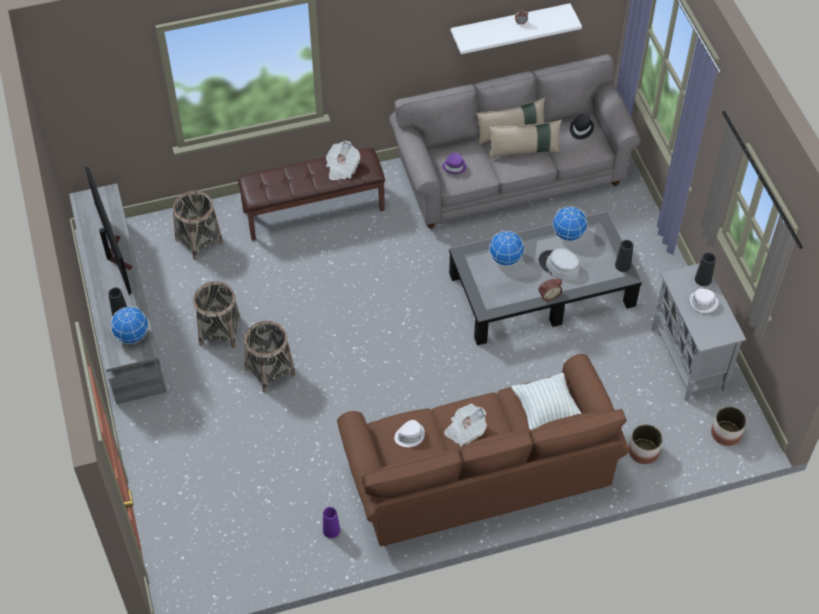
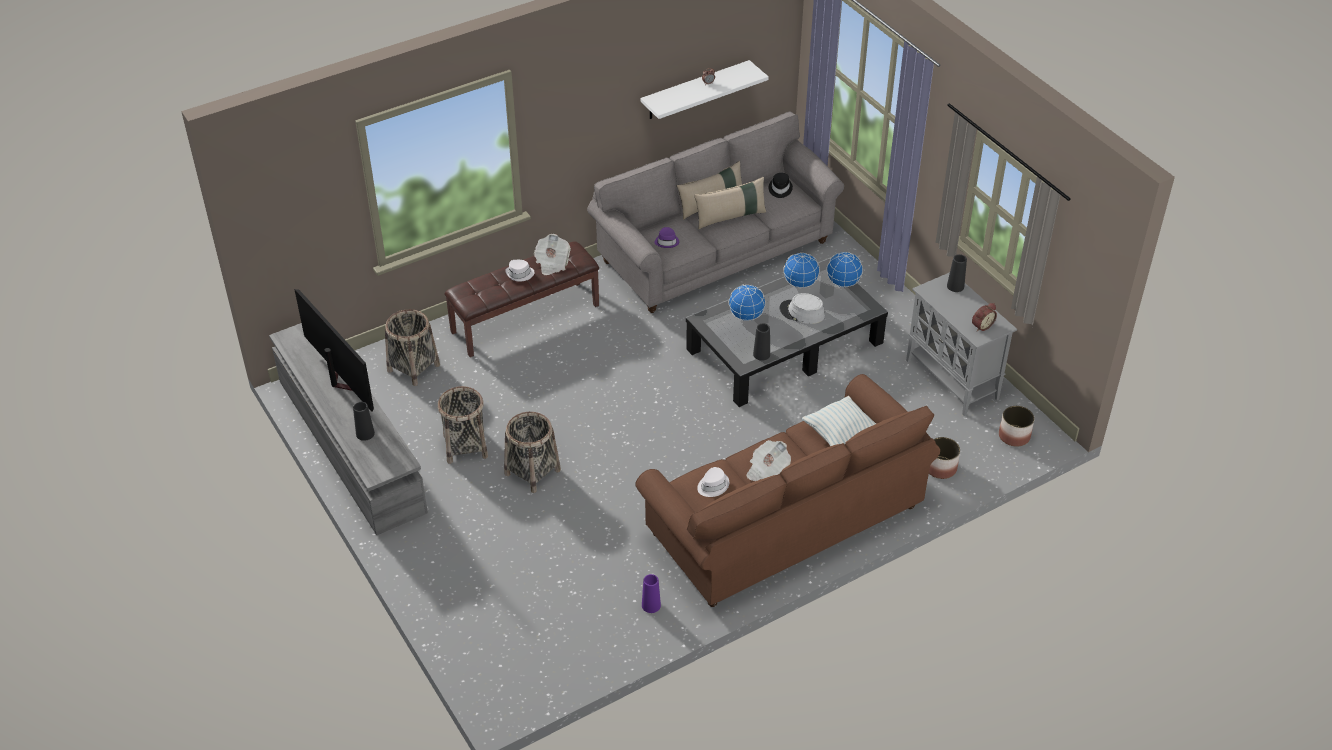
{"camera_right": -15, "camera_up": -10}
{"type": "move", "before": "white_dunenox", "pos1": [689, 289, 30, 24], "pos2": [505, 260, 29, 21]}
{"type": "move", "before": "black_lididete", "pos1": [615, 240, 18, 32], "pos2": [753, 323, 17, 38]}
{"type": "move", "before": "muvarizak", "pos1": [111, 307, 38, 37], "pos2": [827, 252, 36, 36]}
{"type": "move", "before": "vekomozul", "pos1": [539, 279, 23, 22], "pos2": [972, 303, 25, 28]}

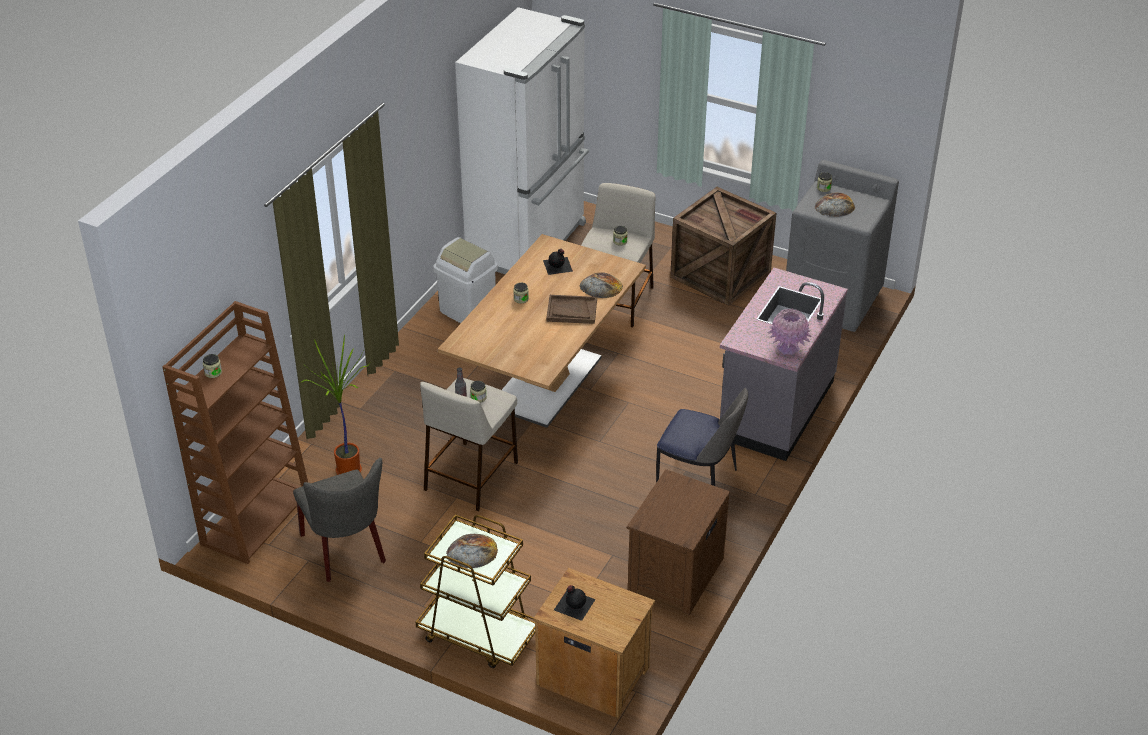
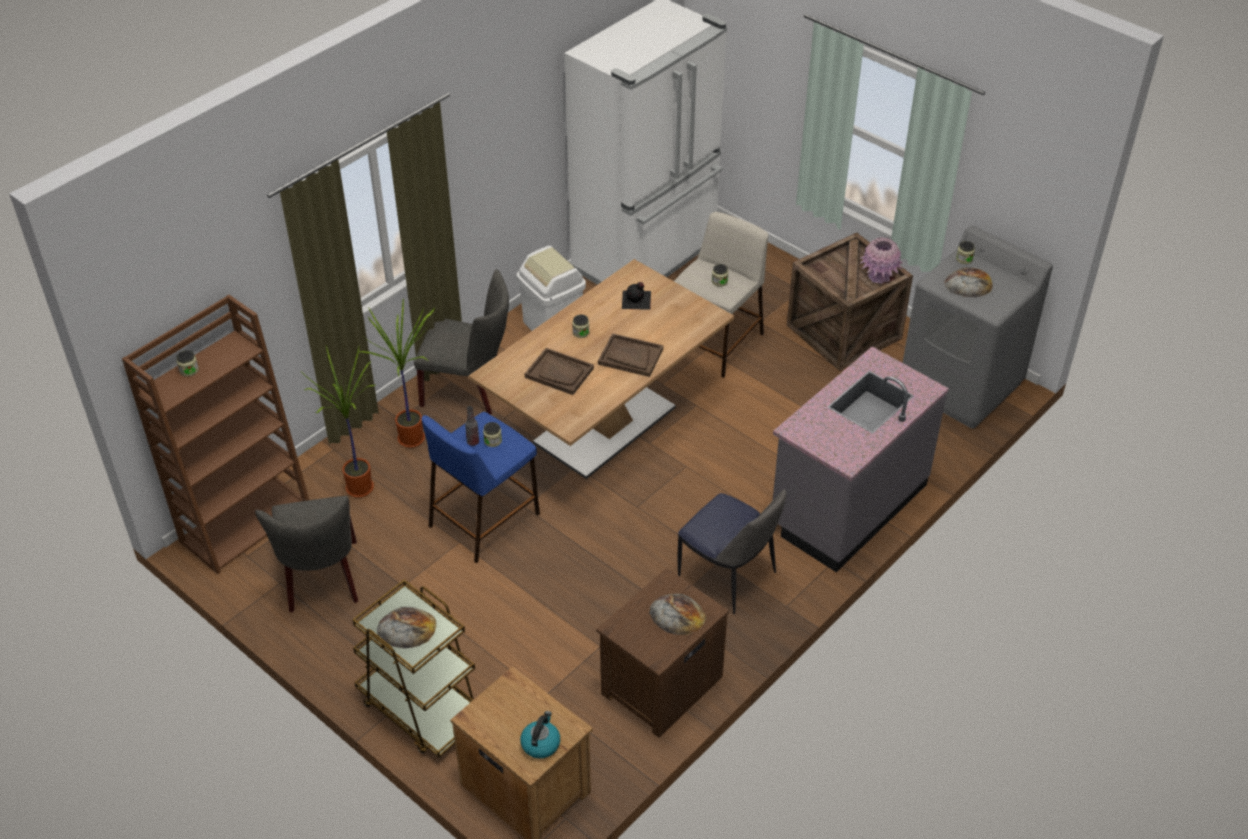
{"camera_right": 15, "camera_up": 5}
{"type": "insert", "after": "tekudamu", "pos2": [359, 299, 76, 149]}
{"type": "insert", "after": "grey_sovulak", "pos2": [414, 269, 95, 145]}
{"type": "recolor", "before": "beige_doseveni", "after": "blue_doseveni", "pos1": [420, 378, 98, 133], "pos2": [421, 412, 119, 151]}
{"type": "insert", "after": "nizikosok", "pos2": [520, 711, 40, 48]}
{"type": "insert", "after": "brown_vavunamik", "pos2": [525, 348, 69, 47]}
{"type": "move", "before": "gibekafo", "pos1": [580, 272, 43, 26], "pos2": [649, 594, 57, 41]}
{"type": "move", "before": "pink_lididete", "pos1": [767, 308, 45, 47], "pos2": [860, 237, 43, 47]}
{"type": "delete", "before": "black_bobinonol", "pos1": [554, 585, 42, 36]}

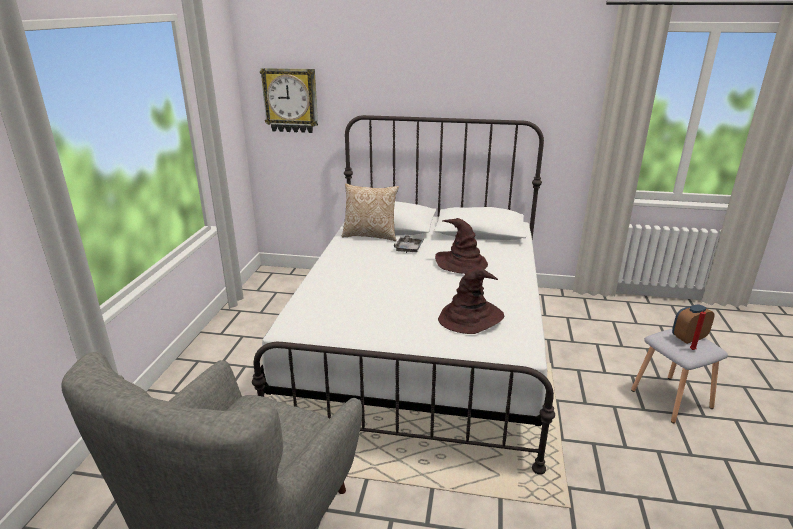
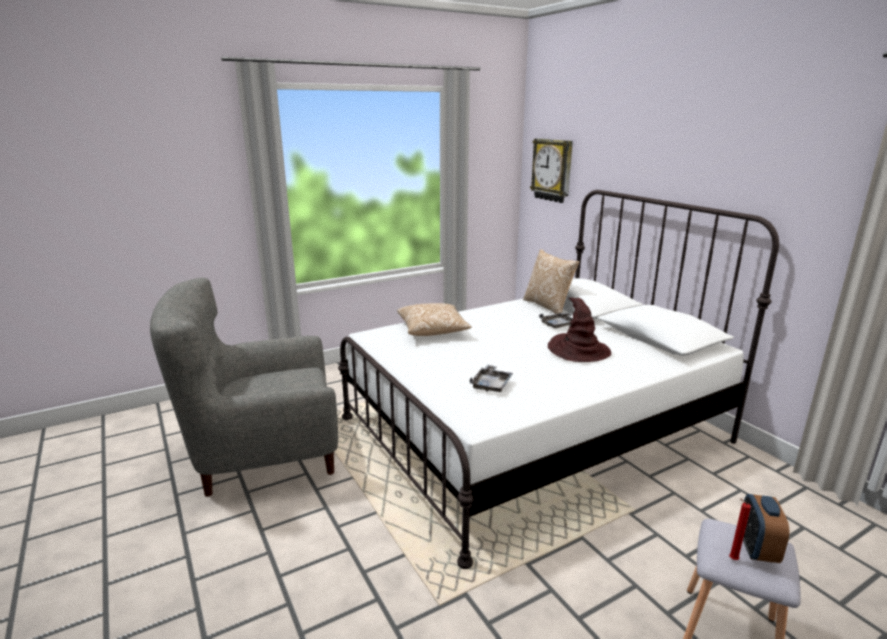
{"camera_right": 50, "camera_up": -5}
{"type": "insert", "after": "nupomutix", "pos2": [397, 303, 75, 33]}
{"type": "replace", "before": "brown_dunenox", "after": "grey_vavunamik", "pos1": [438, 267, 66, 67], "pos2": [470, 365, 43, 27]}
{"type": "rotate", "before": "vekomozul", "pos1": [672, 305, 43, 39], "pos2": [743, 494, 46, 69], "turn": -105}

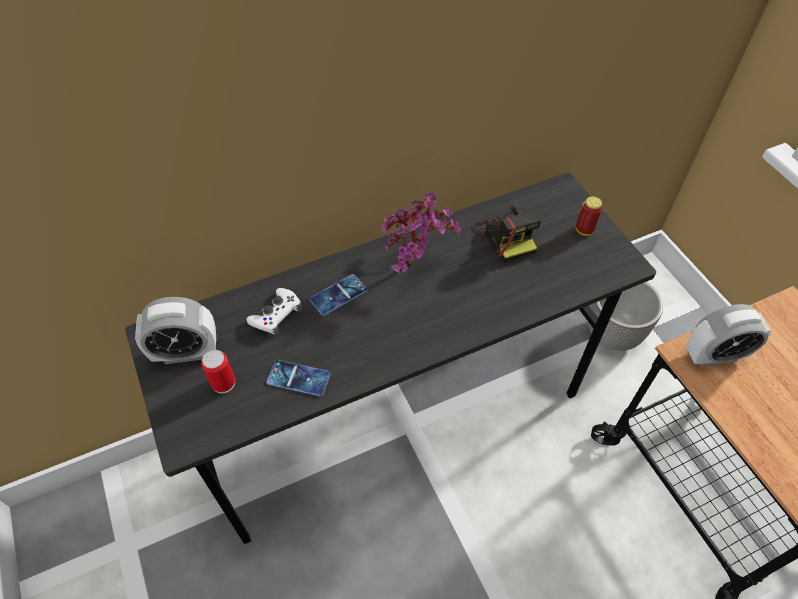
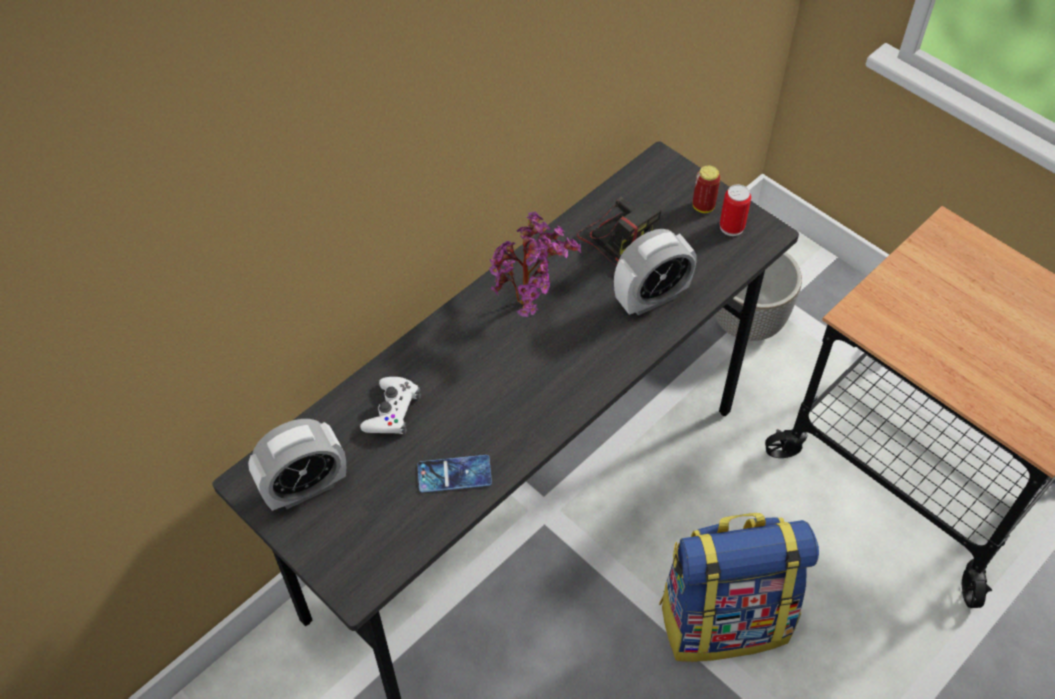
{"camera_right": -20, "camera_up": 0}
{"type": "move", "before": "vekomozul", "pos1": [686, 304, 85, 63], "pos2": [614, 229, 83, 87]}
{"type": "insert", "after": "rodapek", "pos2": [659, 513, 160, 149]}
{"type": "move", "before": "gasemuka", "pos1": [201, 350, 34, 44], "pos2": [720, 184, 31, 52]}
{"type": "delete", "before": "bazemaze", "pos1": [309, 274, 59, 42]}

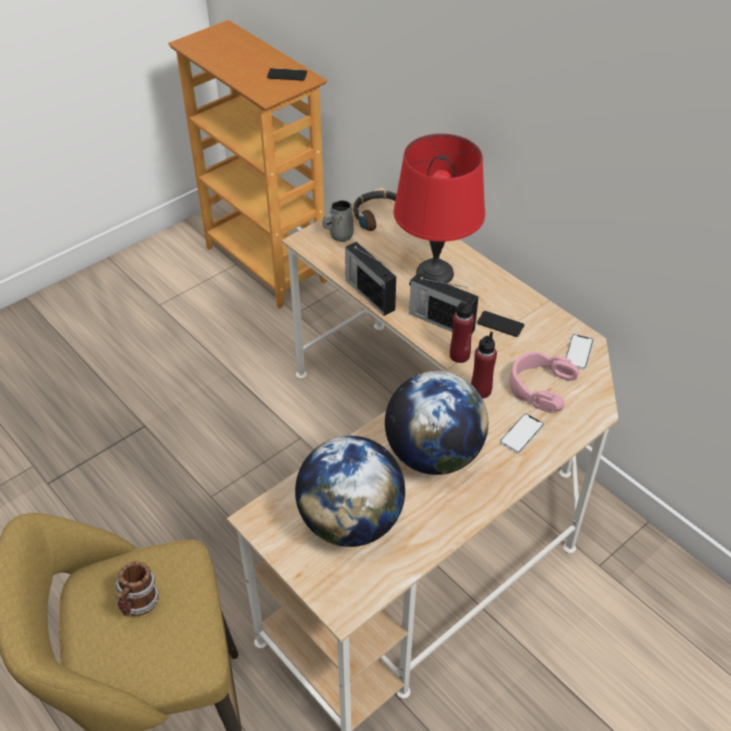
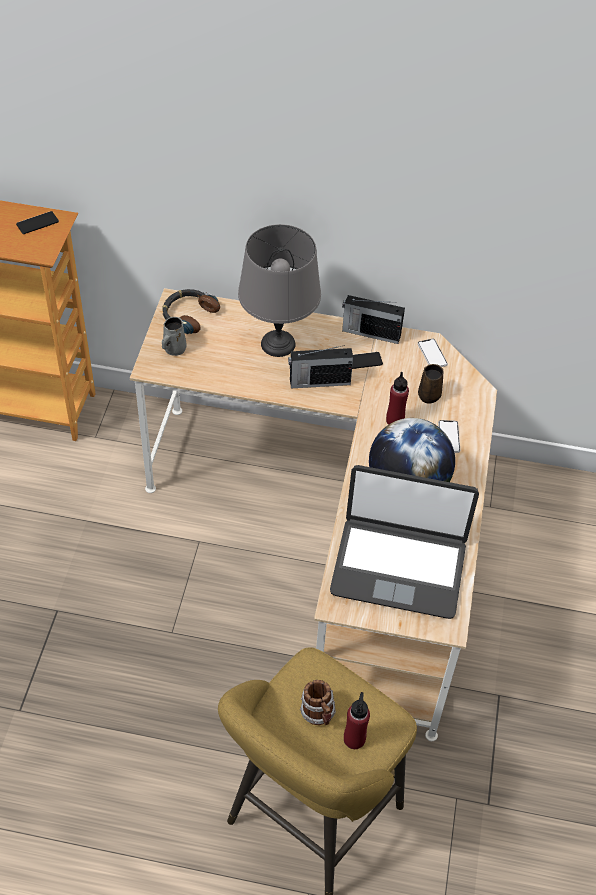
{"camera_right": -40, "camera_up": 5}
{"type": "recolor", "before": "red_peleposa", "after": "grey_peleposa", "pos1": [394, 133, 91, 150], "pos2": [238, 224, 83, 133]}
{"type": "replace", "before": "muvarizak", "after": "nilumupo", "pos1": [295, 436, 110, 111], "pos2": [330, 465, 149, 154]}
{"type": "move", "before": "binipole", "pos1": [345, 242, 51, 74], "pos2": [342, 295, 63, 49]}
{"type": "move", "before": "red_bobinonol", "pos1": [450, 295, 24, 68], "pos2": [344, 692, 26, 57]}
{"type": "replace", "before": "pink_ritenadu", "after": "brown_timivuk", "pos1": [510, 351, 70, 62], "pos2": [418, 364, 26, 40]}

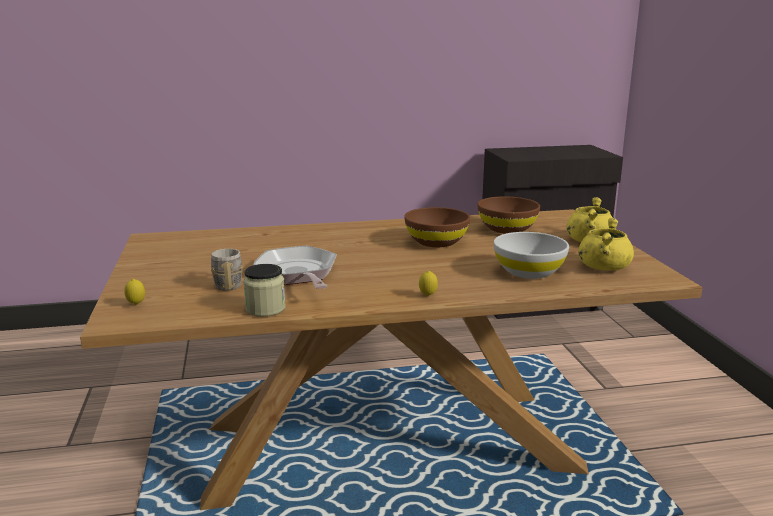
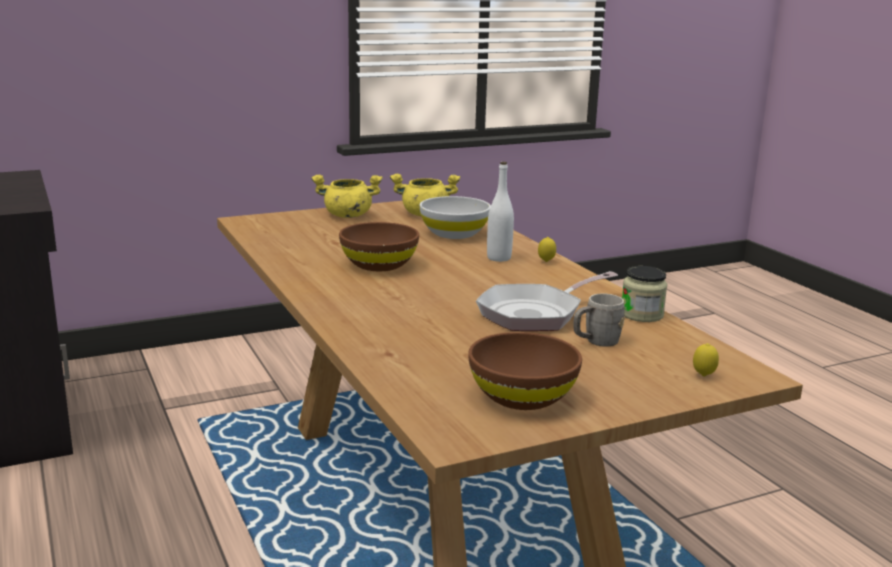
{"camera_right": -105, "camera_up": 0}
{"type": "move", "before": "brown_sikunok", "pos1": [478, 196, 62, 38], "pos2": [468, 332, 114, 78]}
{"type": "insert", "after": "white_bobinonol", "pos2": [487, 162, 27, 100]}

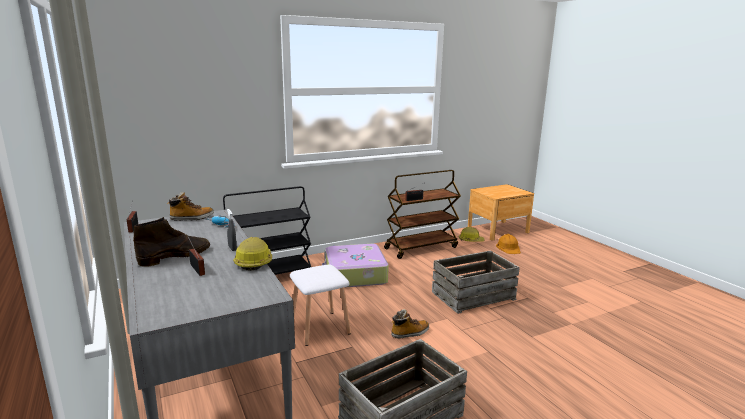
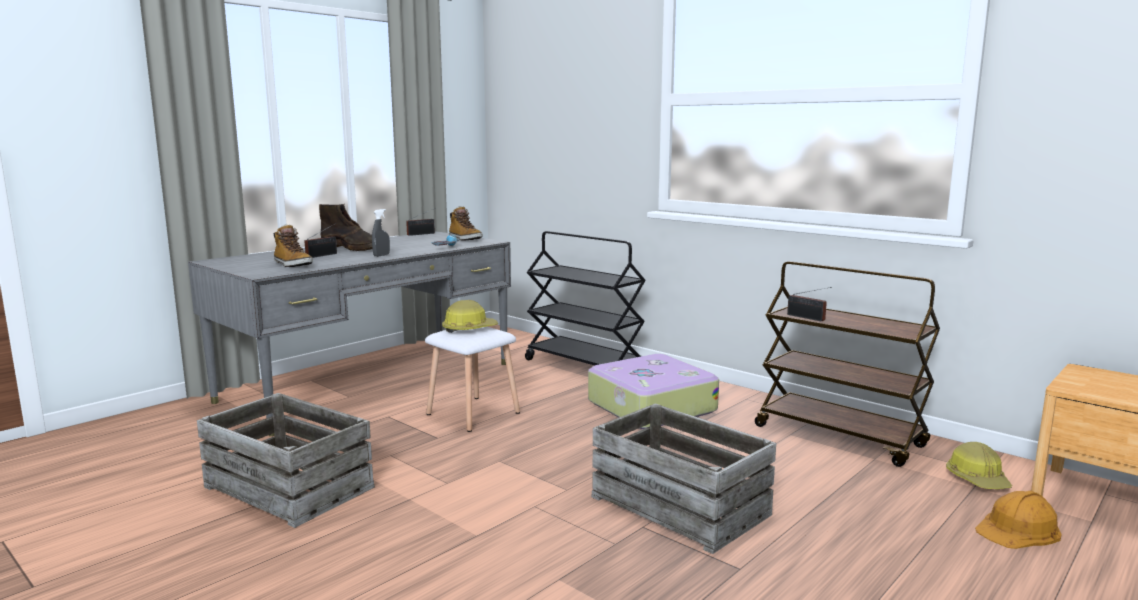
{"camera_right": 70, "camera_up": -5}
{"type": "move", "before": "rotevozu", "pos1": [391, 309, 38, 30], "pos2": [274, 225, 39, 42]}
{"type": "move", "before": "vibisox", "pos1": [233, 237, 39, 34], "pos2": [442, 300, 56, 33]}

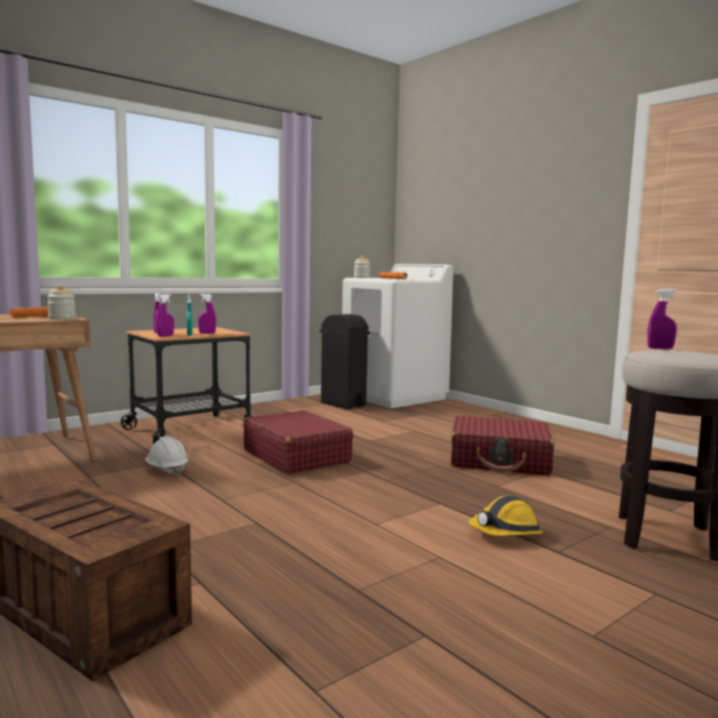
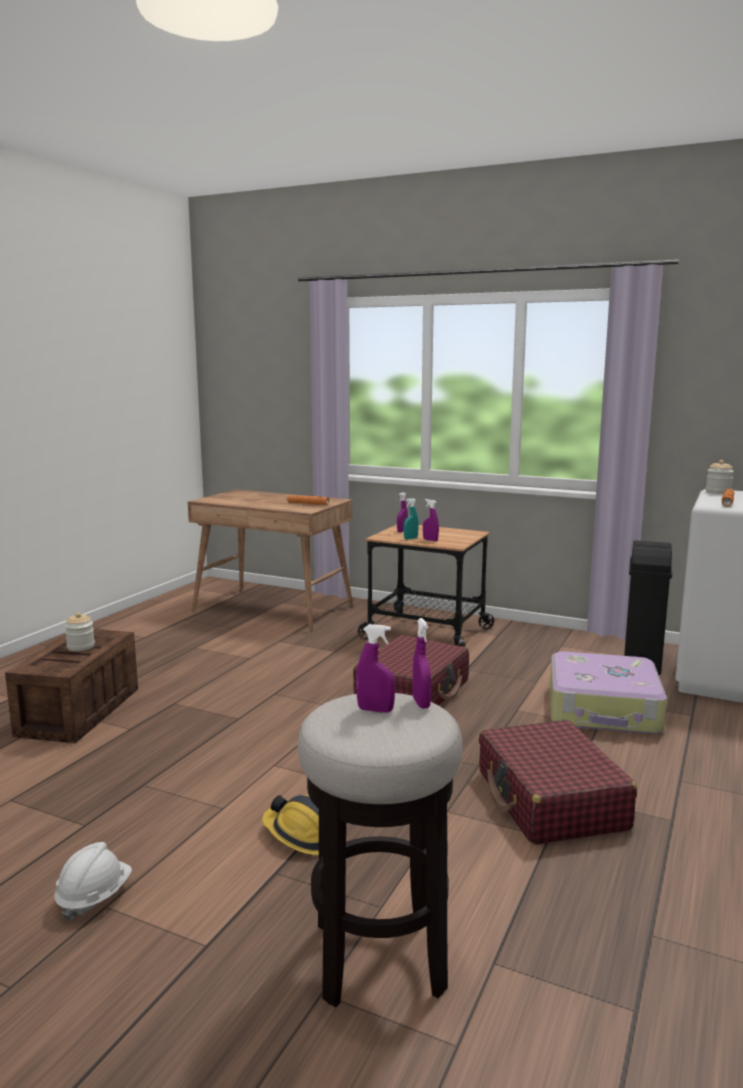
{"camera_right": 65, "camera_up": 5}
{"type": "move", "before": "white_vibisox", "pos1": [145, 436, 43, 40], "pos2": [54, 842, 78, 79]}
{"type": "move", "before": "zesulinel", "pos1": [47, 285, 29, 35], "pos2": [65, 612, 30, 39]}
{"type": "move", "before": "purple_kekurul", "pos1": [157, 294, 17, 43], "pos2": [356, 624, 39, 89]}
{"type": "insert", "after": "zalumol", "pos2": [550, 651, 117, 83]}

